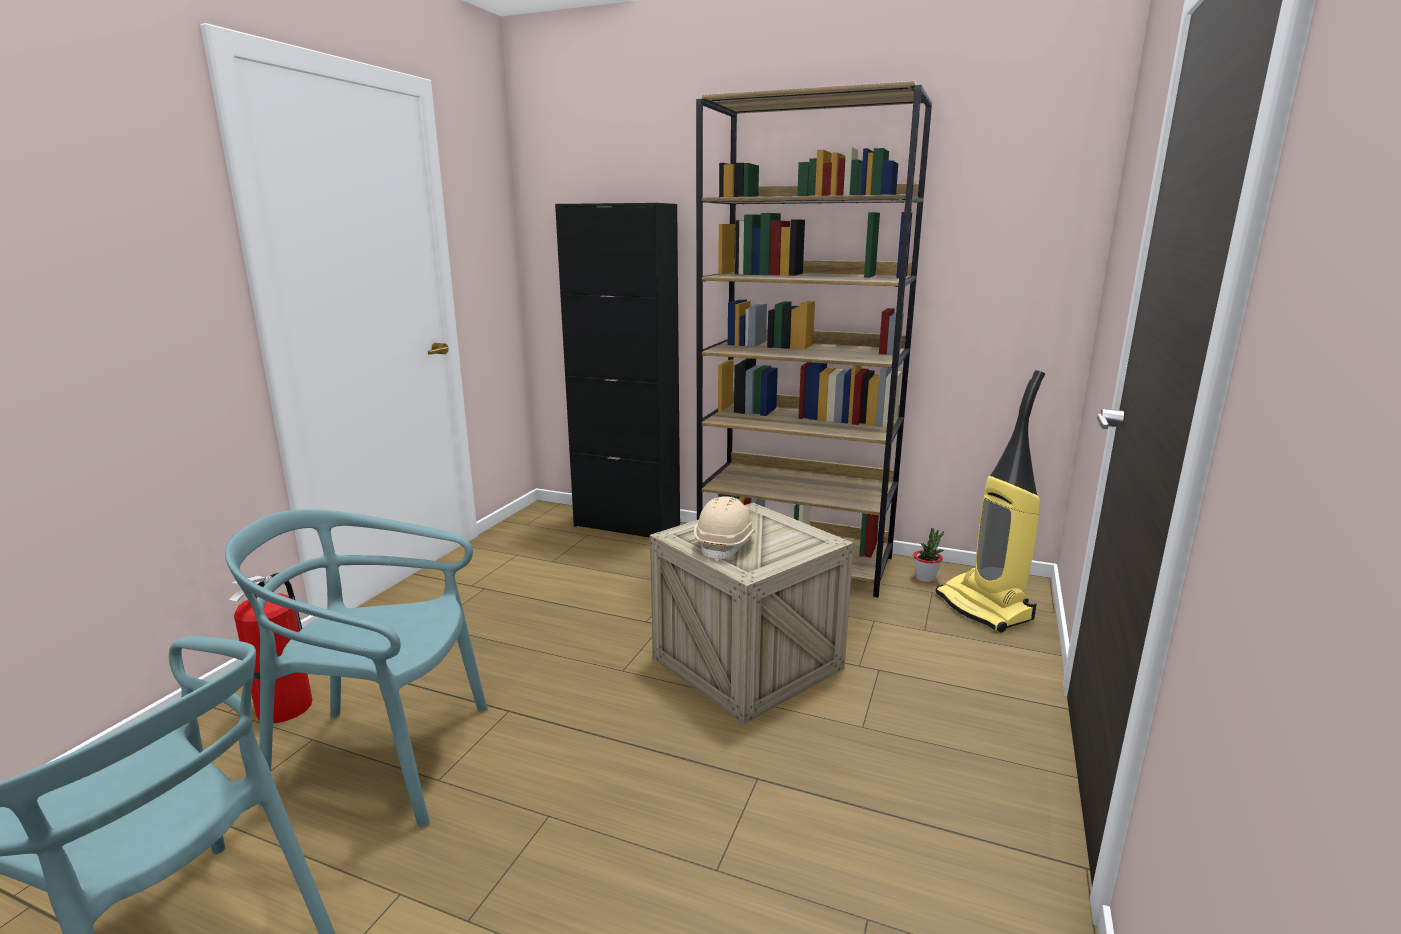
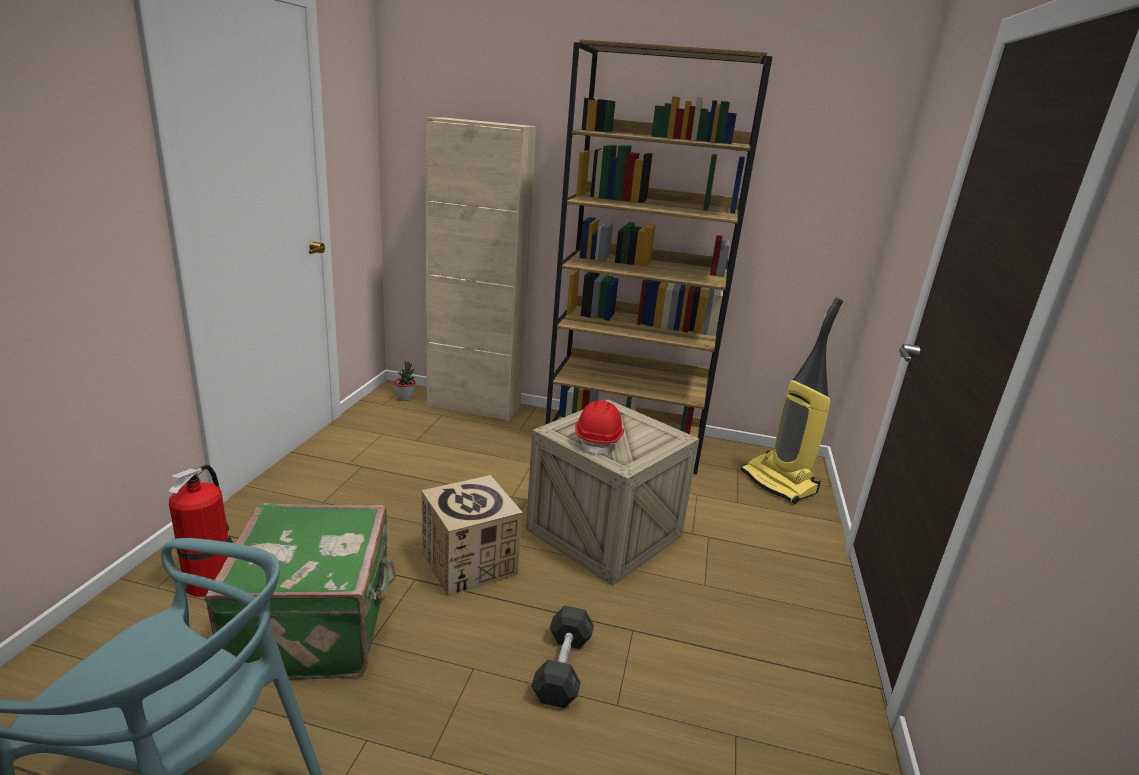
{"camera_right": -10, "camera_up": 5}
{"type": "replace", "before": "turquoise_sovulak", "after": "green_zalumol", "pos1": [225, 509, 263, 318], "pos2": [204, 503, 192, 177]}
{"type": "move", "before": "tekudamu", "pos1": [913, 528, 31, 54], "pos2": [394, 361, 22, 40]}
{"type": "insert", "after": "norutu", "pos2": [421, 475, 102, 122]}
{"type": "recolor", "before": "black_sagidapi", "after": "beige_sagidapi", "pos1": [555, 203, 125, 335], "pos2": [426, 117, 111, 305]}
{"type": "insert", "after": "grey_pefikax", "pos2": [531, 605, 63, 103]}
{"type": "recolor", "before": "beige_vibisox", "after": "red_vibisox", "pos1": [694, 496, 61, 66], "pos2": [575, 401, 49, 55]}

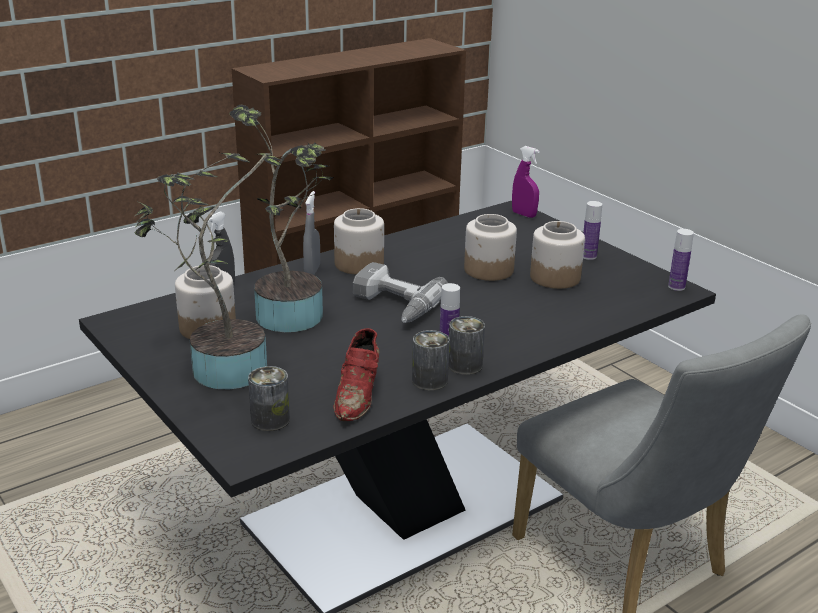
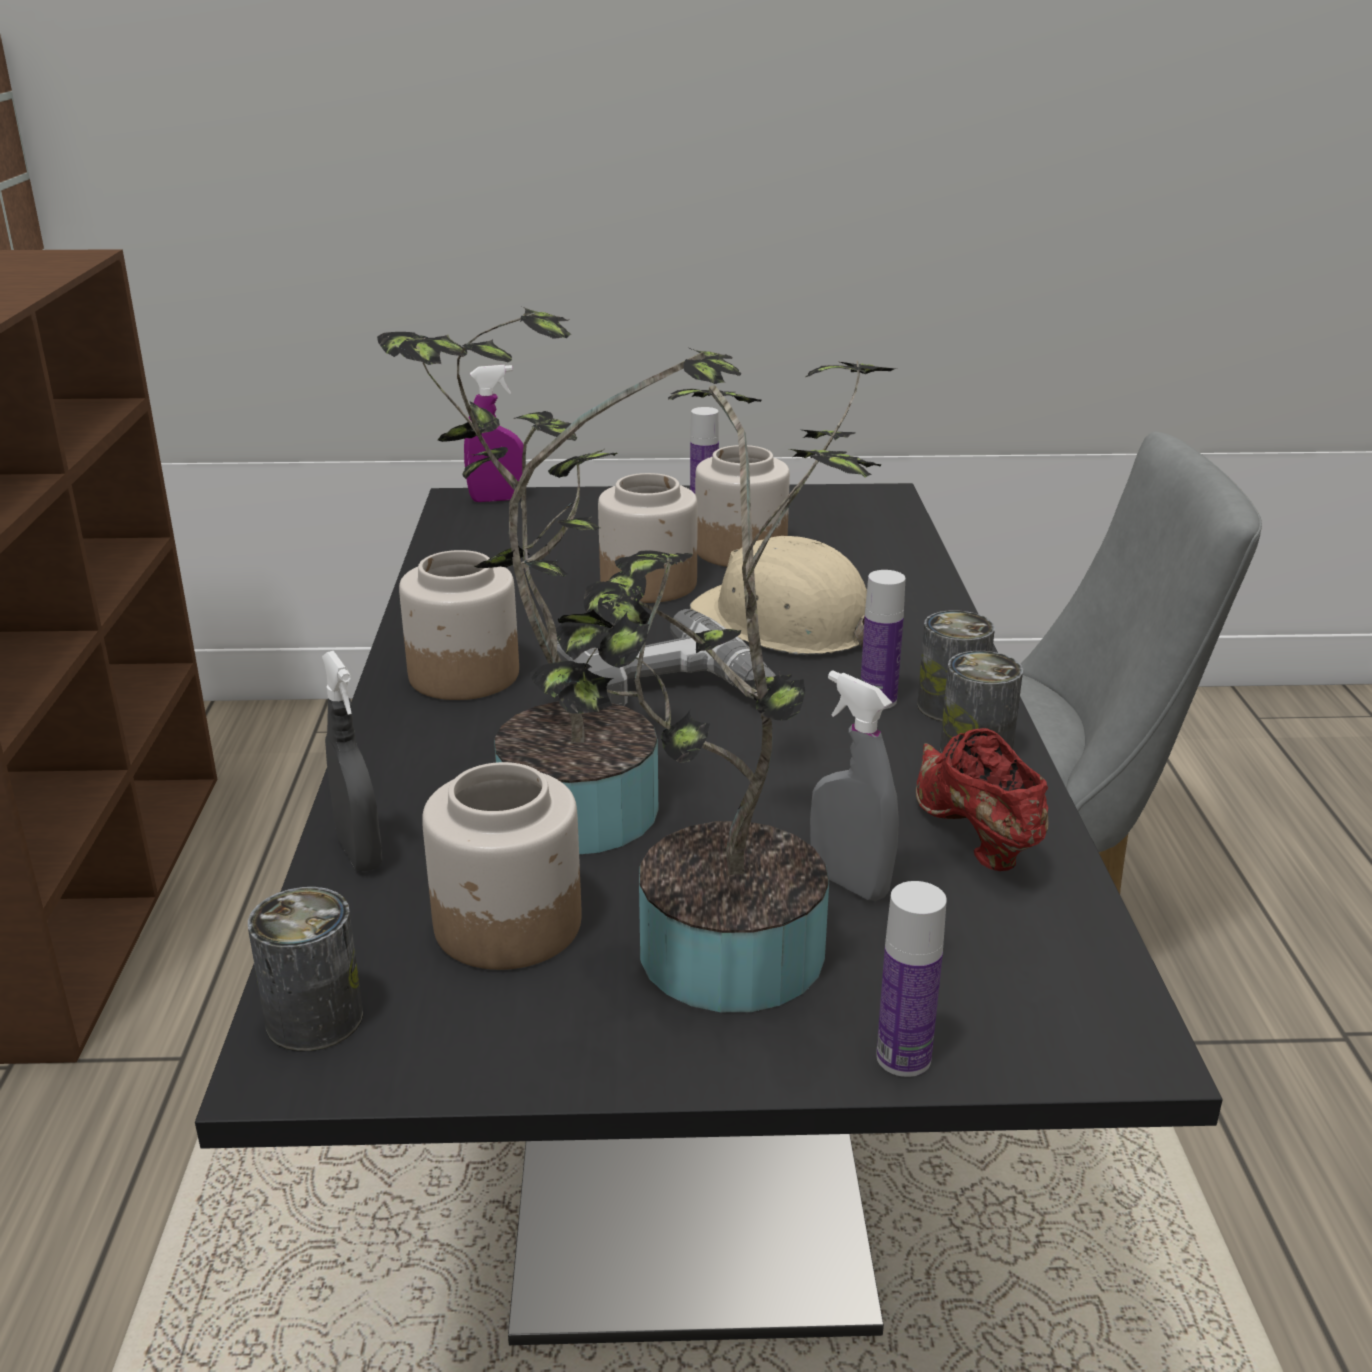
{"camera_right": -55, "camera_up": 0}
{"type": "move", "before": "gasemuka", "pos1": [248, 366, 42, 65], "pos2": [248, 887, 115, 164]}
{"type": "insert", "after": "beige_vibisox", "pos2": [690, 536, 177, 119]}
{"type": "move", "before": "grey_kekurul", "pos1": [303, 191, 17, 84], "pos2": [810, 670, 89, 231]}
{"type": "move", "before": "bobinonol", "pos1": [668, 229, 26, 62], "pos2": [876, 881, 71, 196]}
{"type": "rotate", "before": "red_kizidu", "pos1": [333, 328, 47, 93], "pos2": [916, 728, 133, 143], "turn": -150}

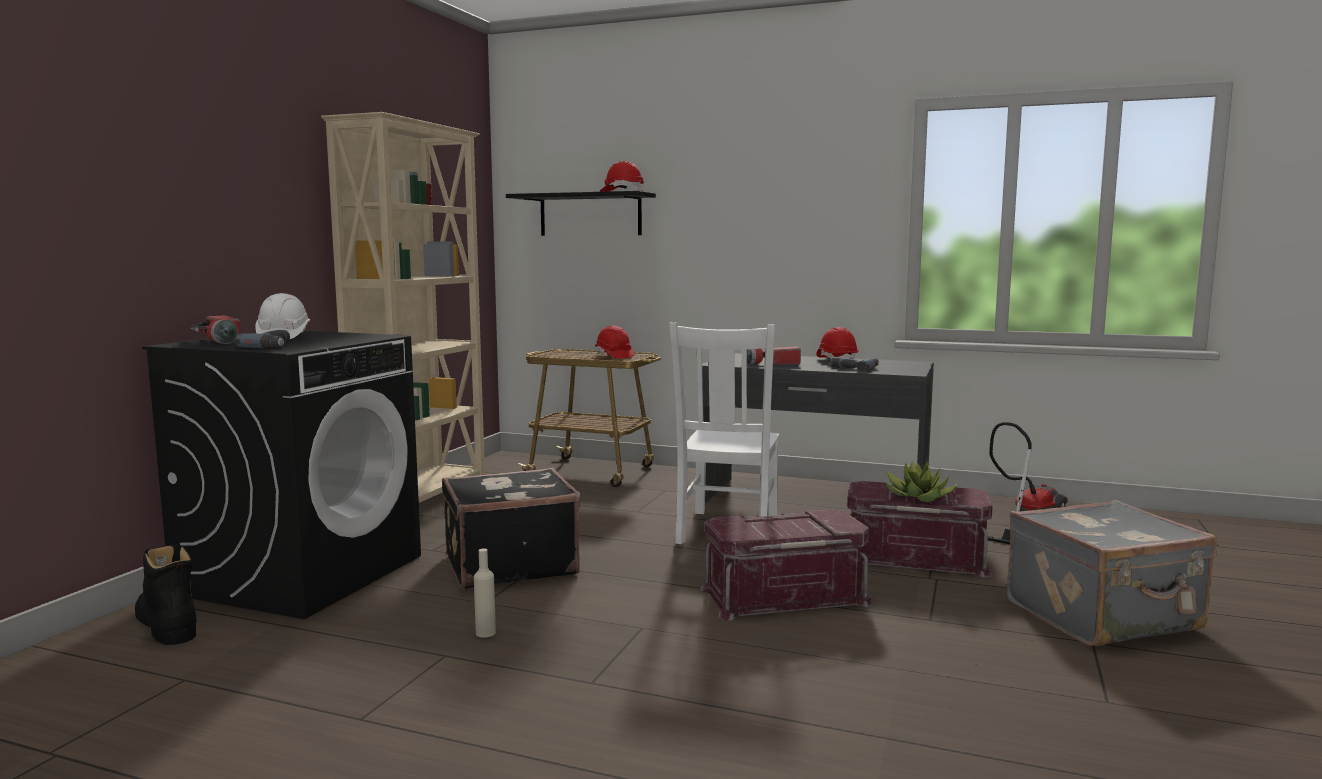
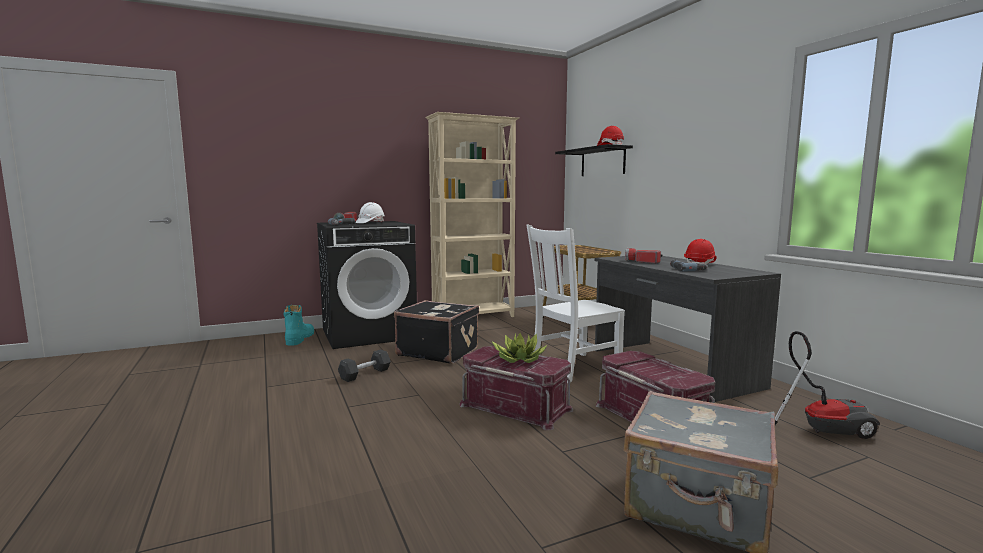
{"camera_right": 45, "camera_up": 0}
{"type": "recolor", "before": "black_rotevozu", "after": "turquoise_rotevozu", "pos1": [135, 545, 62, 100], "pos2": [284, 305, 30, 41]}
{"type": "replace", "before": "beige_bobinonol", "after": "grey_pefikax", "pos1": [474, 549, 22, 89], "pos2": [338, 349, 53, 33]}
{"type": "move", "before": "tekudamu", "pos1": [885, 460, 73, 42], "pos2": [492, 333, 55, 30]}
{"type": "delete", "before": "red_vibisox", "pos1": [595, 326, 39, 33]}

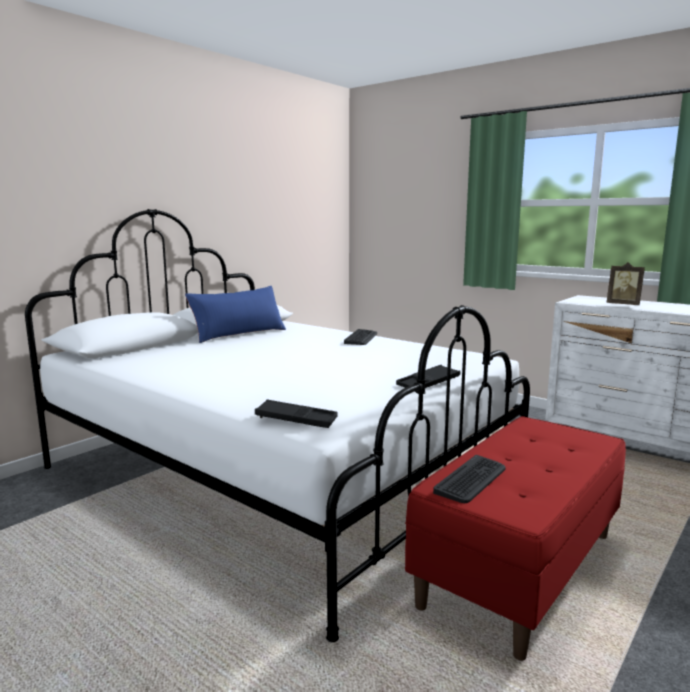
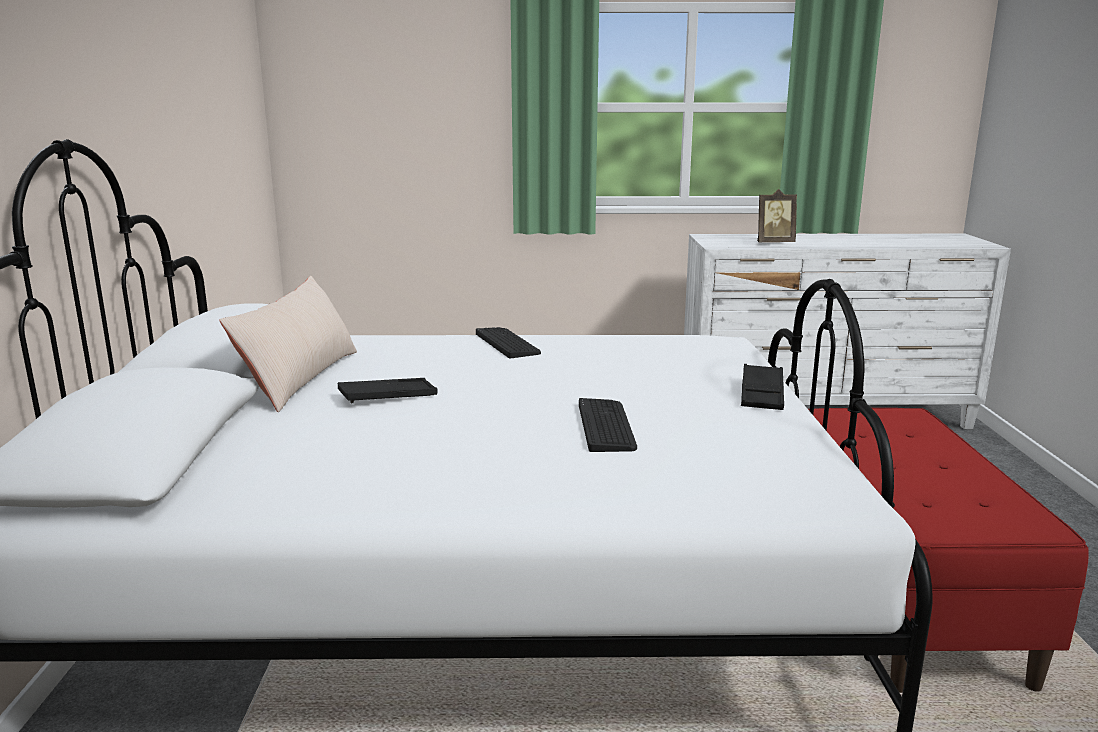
{"camera_right": -40, "camera_up": 5}
{"type": "recolor", "before": "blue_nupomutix", "after": "beige_nupomutix", "pos1": [185, 286, 101, 57], "pos2": [219, 276, 138, 136]}
{"type": "move", "before": "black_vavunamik", "pos1": [255, 399, 83, 29], "pos2": [338, 378, 99, 25]}
{"type": "move", "before": "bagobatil", "pos1": [433, 455, 73, 48], "pos2": [579, 398, 58, 54]}

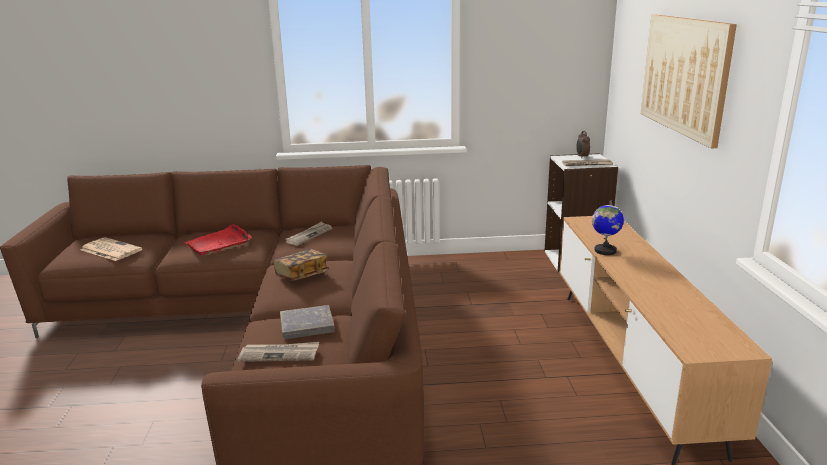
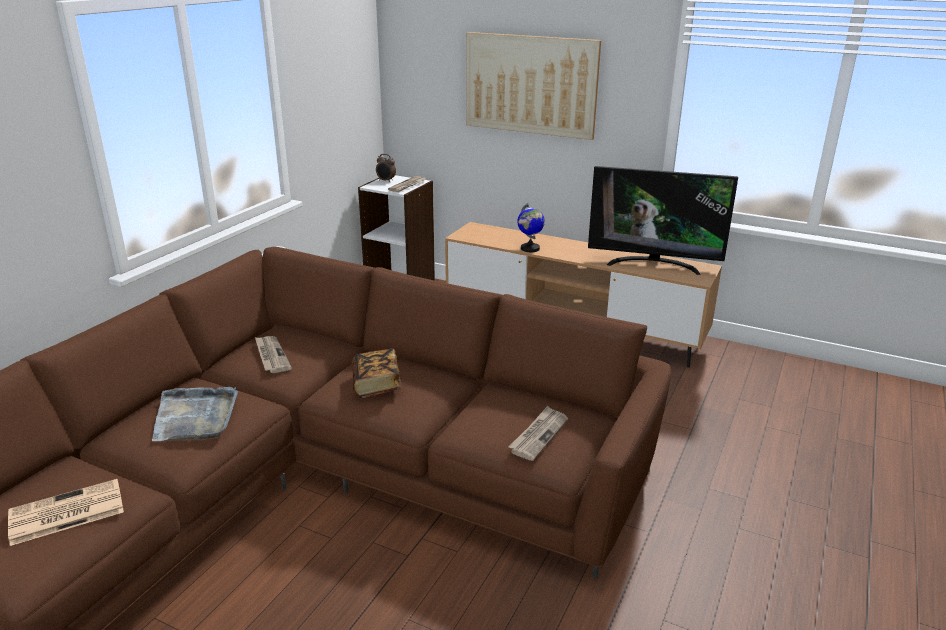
{"camera_right": -60, "camera_up": 5}
{"type": "recolor", "before": "red_vavunamik", "after": "grey_vavunamik", "pos1": [185, 224, 66, 31], "pos2": [152, 387, 86, 54]}
{"type": "insert", "after": "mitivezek", "pos2": [588, 166, 150, 109]}
{"type": "delete", "before": "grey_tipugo", "pos1": [280, 305, 55, 34]}

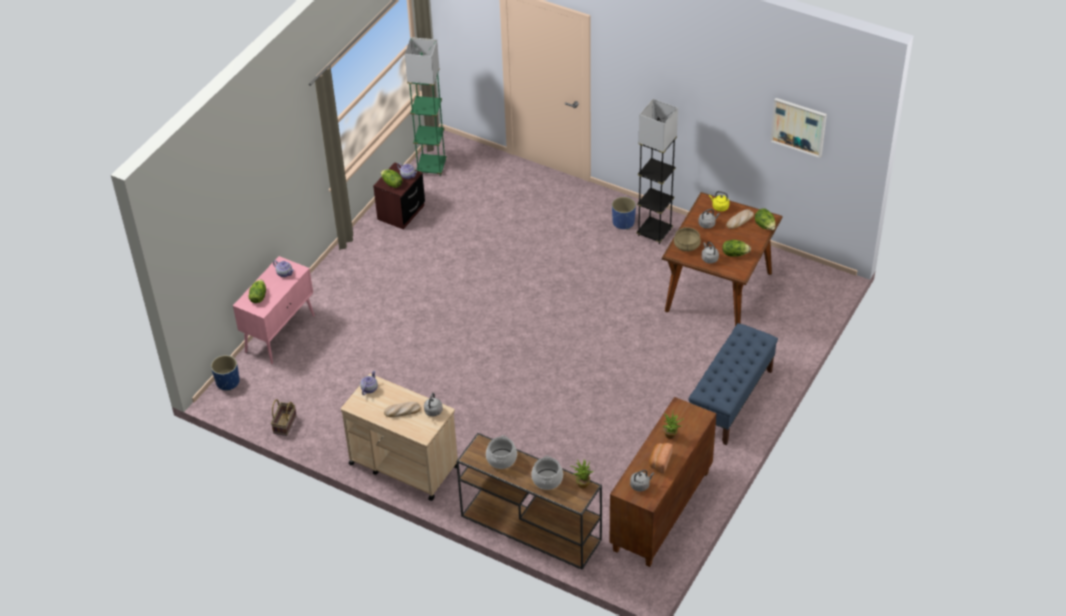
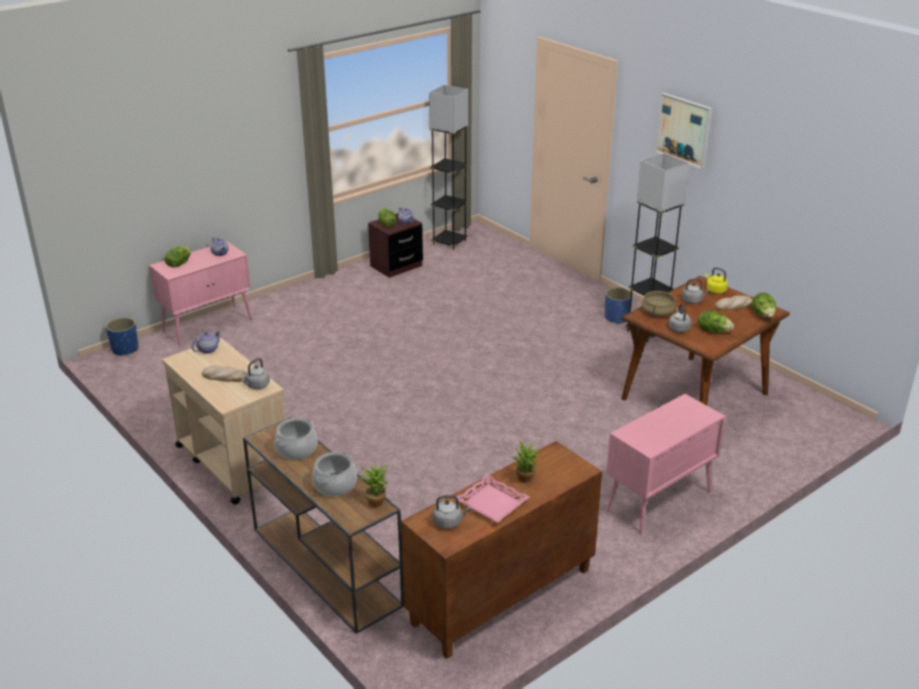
{"camera_right": 20, "camera_up": -15}
{"type": "recolor", "before": "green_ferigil", "after": "grey_ferigil", "pos1": [405, 37, 42, 139], "pos2": [429, 85, 39, 165]}
{"type": "replace", "before": "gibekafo", "after": "pink_vavunamik", "pos1": [649, 443, 24, 30], "pos2": [454, 475, 75, 48]}
{"type": "replace", "before": "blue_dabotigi", "after": "pink_sagidapi", "pos1": [688, 323, 90, 122], "pos2": [606, 394, 119, 141]}
{"type": "move", "before": "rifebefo", "pos1": [770, 98, 57, 60], "pos2": [655, 93, 57, 76]}
{"type": "delete", "before": "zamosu", "pos1": [271, 399, 26, 37]}

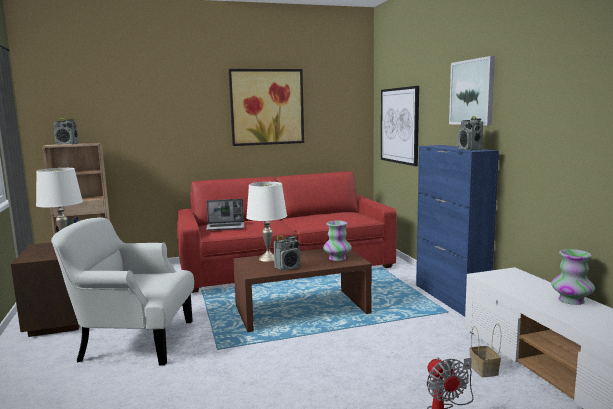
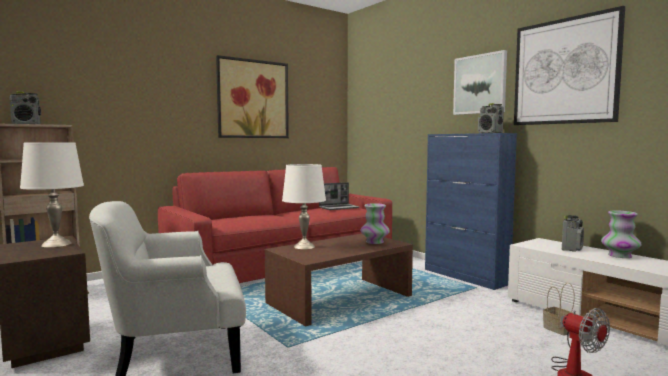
{"camera_right": -20, "camera_up": -5}
{"type": "move", "before": "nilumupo", "pos1": [206, 199, 38, 32], "pos2": [319, 182, 40, 28]}
{"type": "move", "before": "rifebefo", "pos1": [381, 86, 38, 80], "pos2": [514, 6, 111, 119]}
{"type": "move", "before": "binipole", "pos1": [274, 236, 26, 35], "pos2": [562, 215, 22, 37]}

